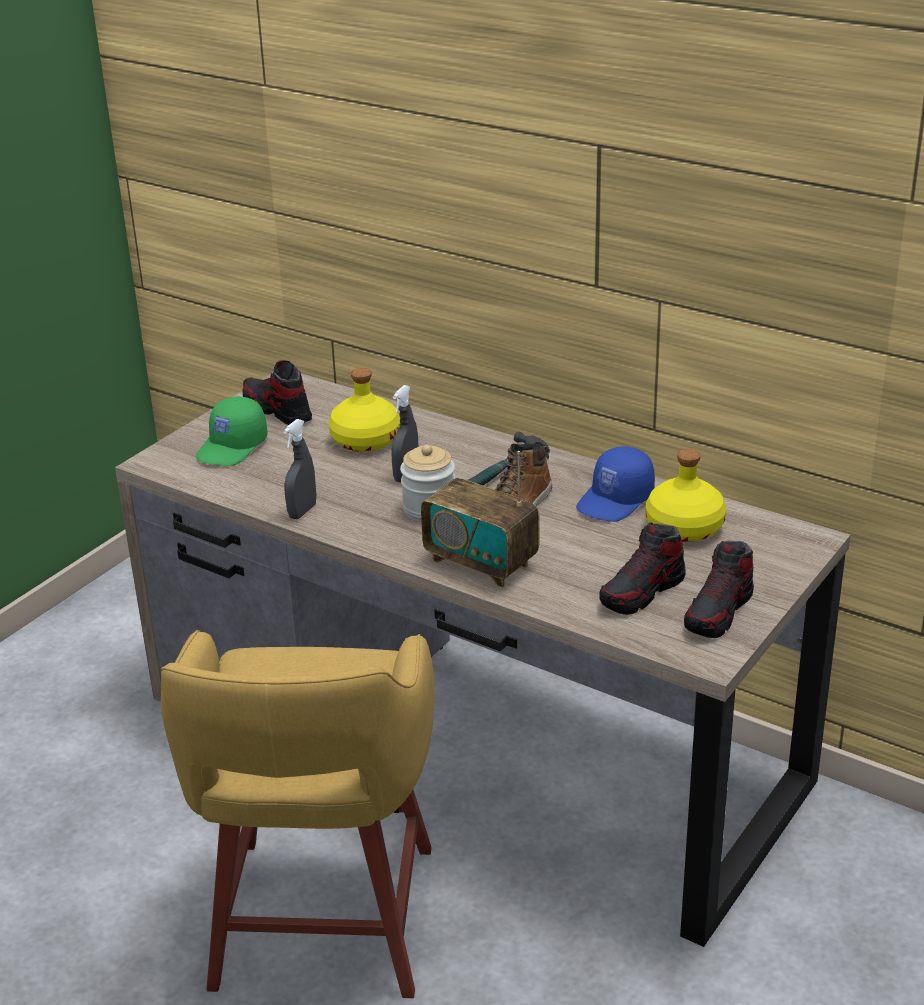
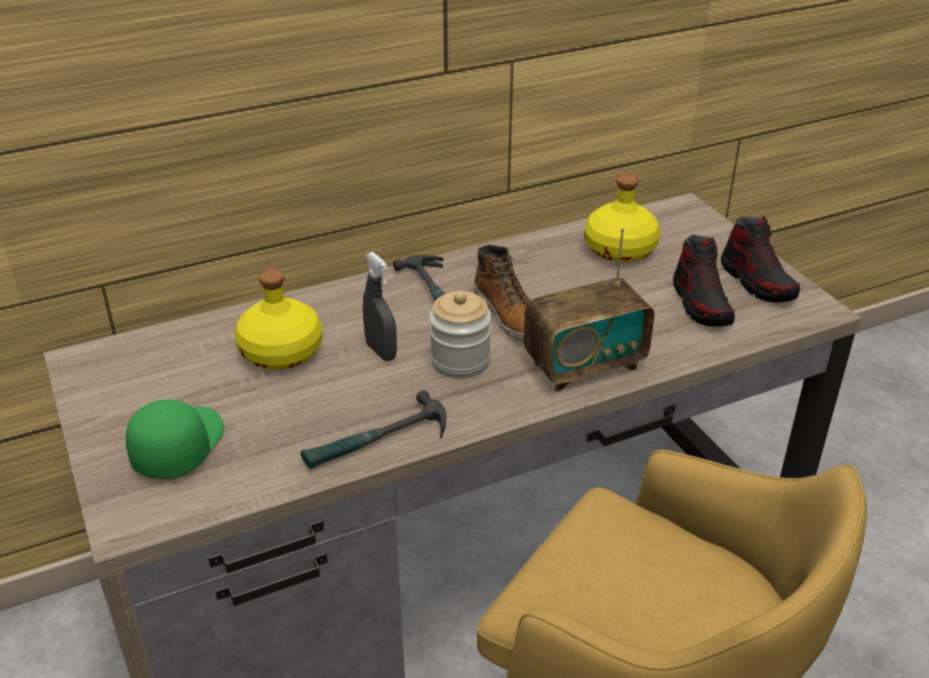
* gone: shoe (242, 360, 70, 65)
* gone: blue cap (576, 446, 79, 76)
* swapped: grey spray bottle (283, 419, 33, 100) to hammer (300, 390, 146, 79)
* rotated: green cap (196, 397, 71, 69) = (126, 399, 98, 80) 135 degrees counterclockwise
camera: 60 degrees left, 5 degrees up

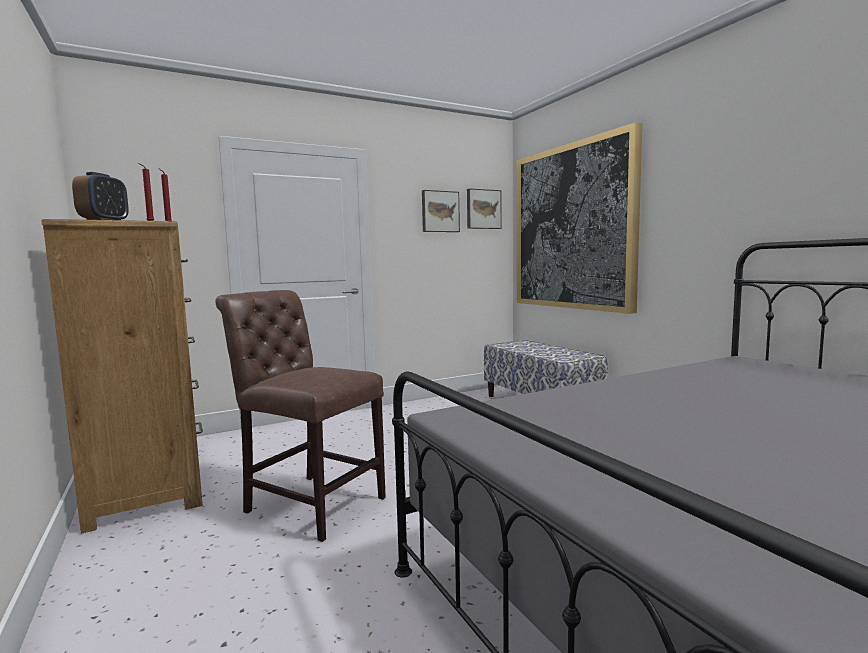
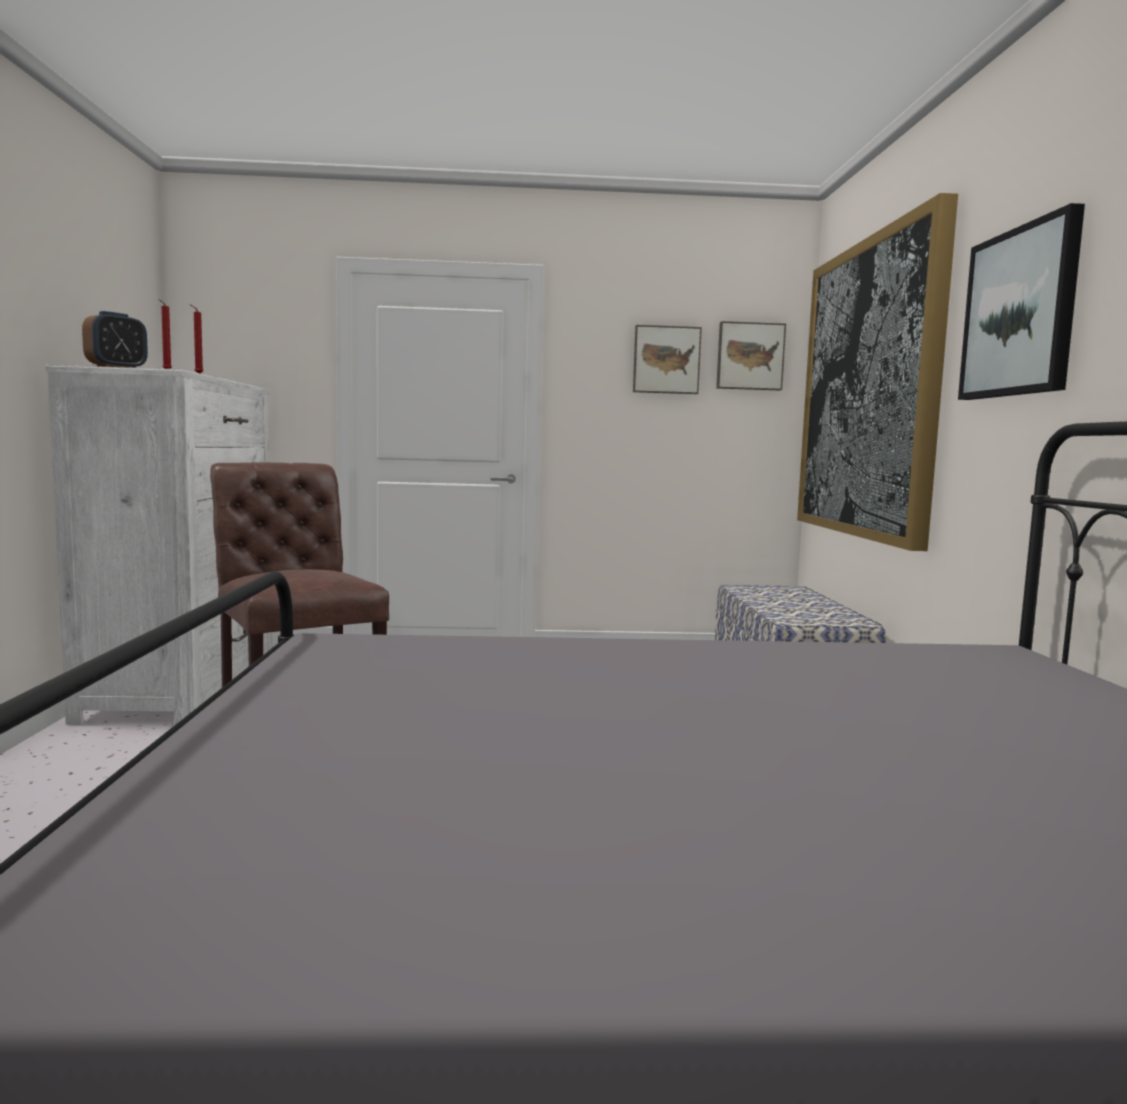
* new: picture (958, 203, 127, 197)
* repainted: brown dresser (41, 219, 162, 315) to white dresser (45, 365, 228, 360)
camera: 25 degrees right, 0 degrees up

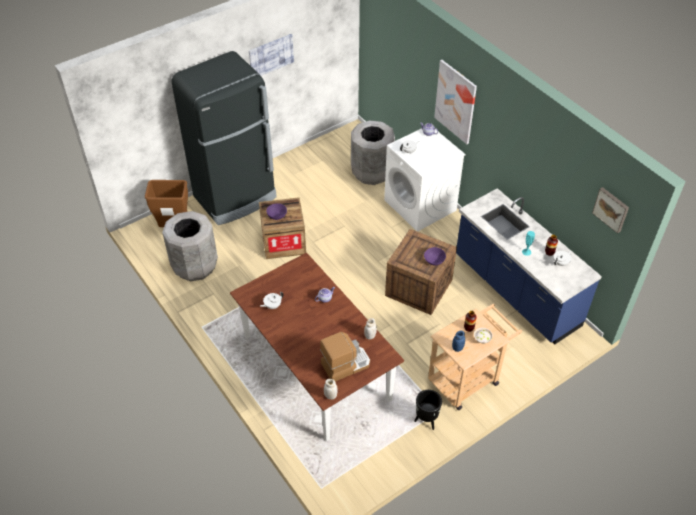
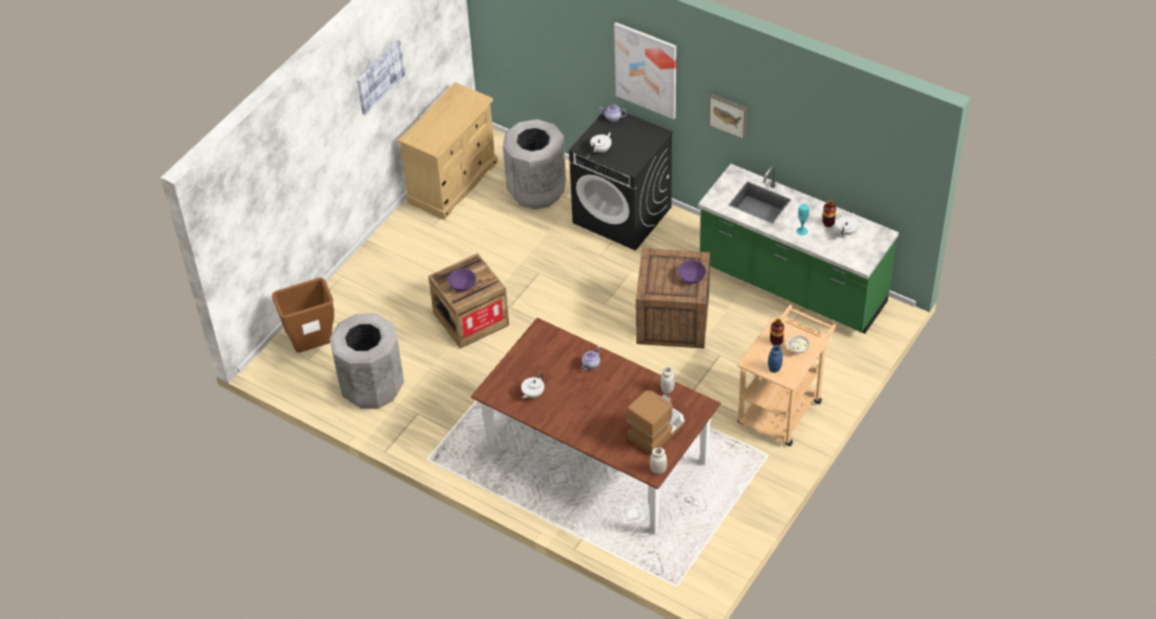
* gone: black fridge (172, 51, 105, 174)
* gone: black planter (414, 390, 28, 40)
* new: beige dresser (398, 82, 100, 138)
* shifted: picture (592, 187, 37, 46) to (709, 94, 38, 46)
* repainted: white washing machine (384, 128, 82, 104) to black washing machine (569, 106, 104, 145)
* repainted: blue counter (456, 188, 146, 156) to green counter (698, 164, 201, 170)
camera: 20 degrees left, 0 degrees up

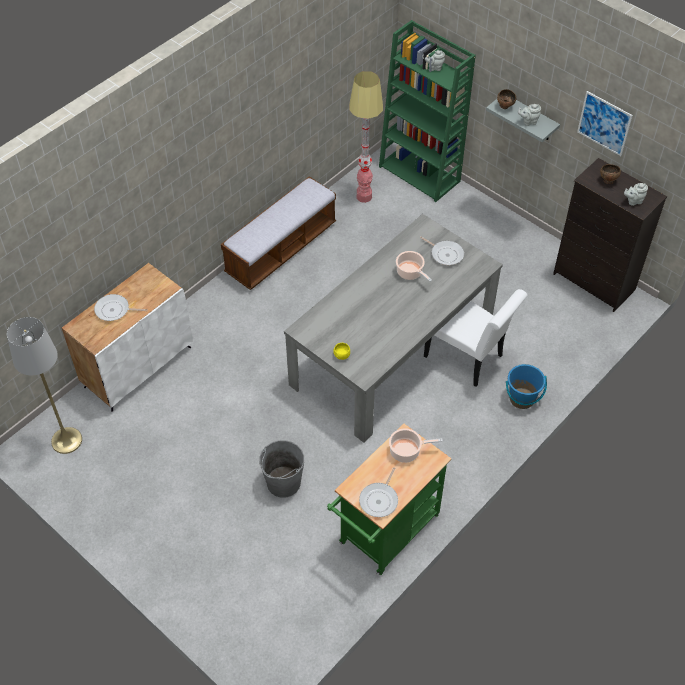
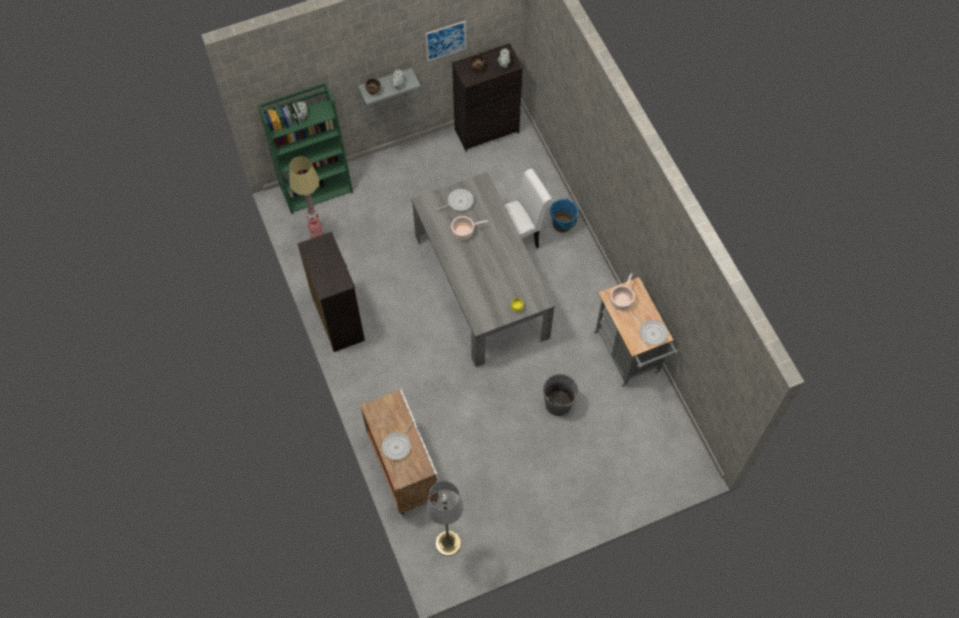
* swapped: bench (221, 176, 115, 114) to black dresser (298, 231, 67, 121)
* repainted: green cart (327, 424, 125, 151) to grey cart (594, 277, 84, 110)
camera: 65 degrees left, 10 degrees up

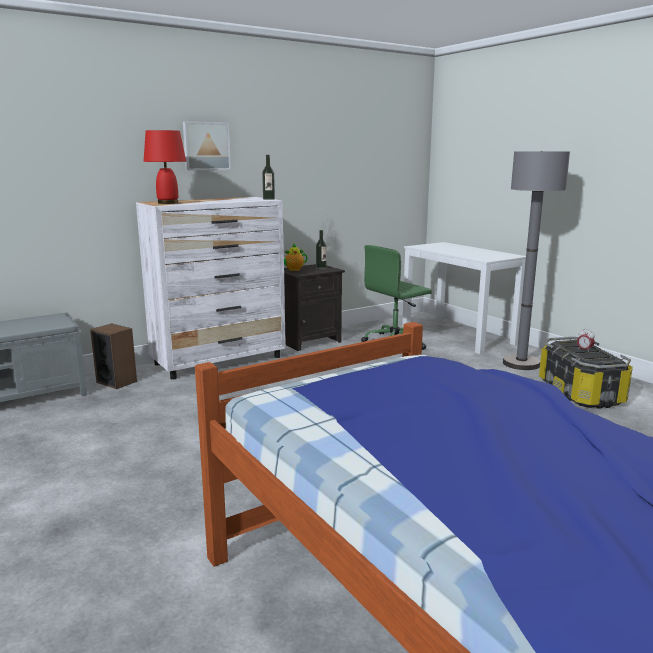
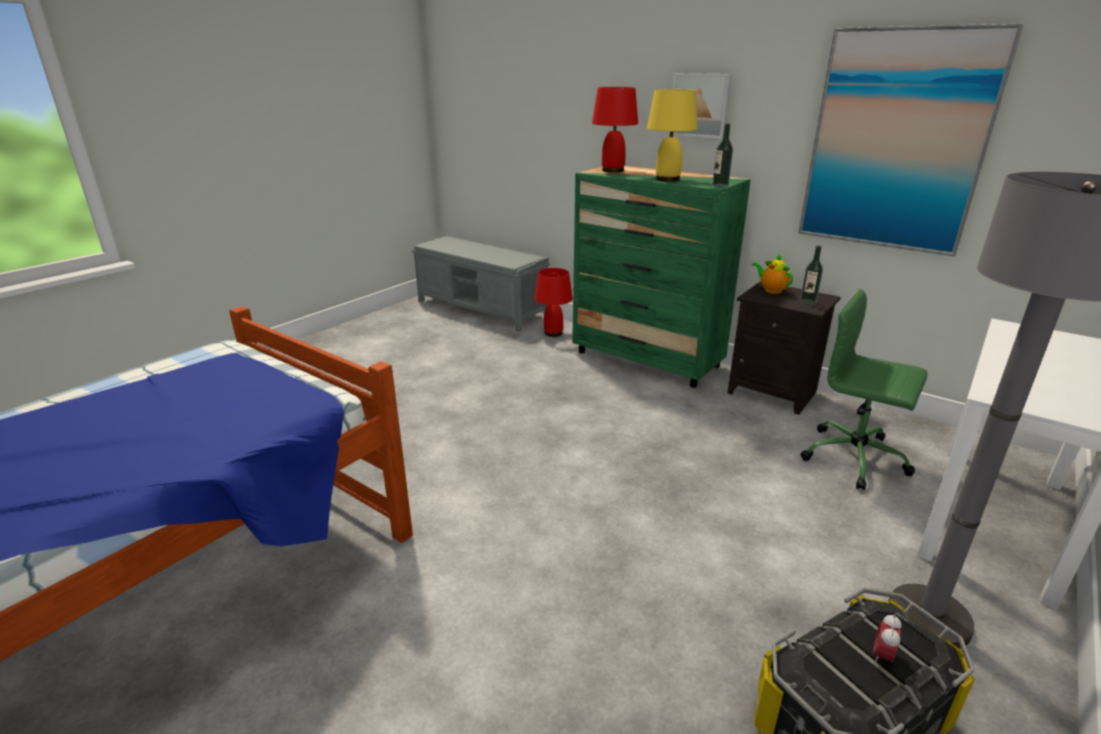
* new: yellow table lamp (647, 89, 51, 93)
* new: picture (798, 23, 225, 233)
* swapped: speaker (90, 323, 47, 66) to red table lamp (535, 268, 38, 69)
* repainted: white dresser (136, 197, 150, 183) to green dresser (572, 166, 179, 222)
camera: 70 degrees right, 10 degrees up

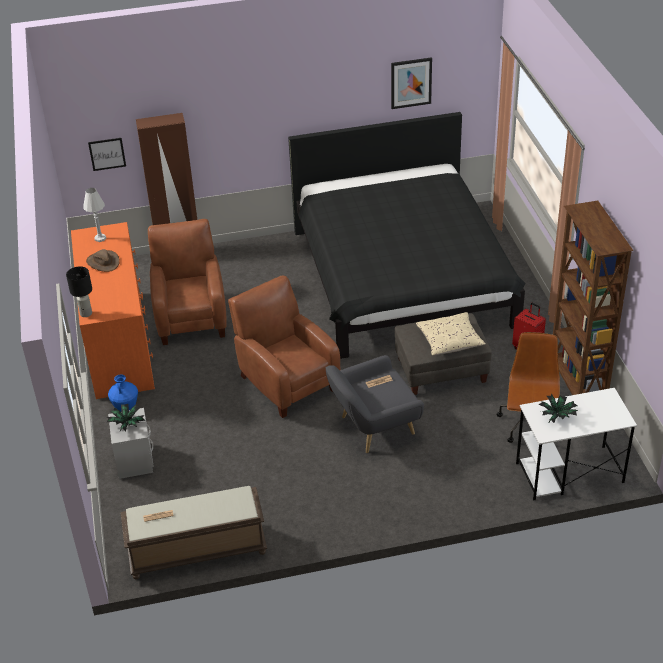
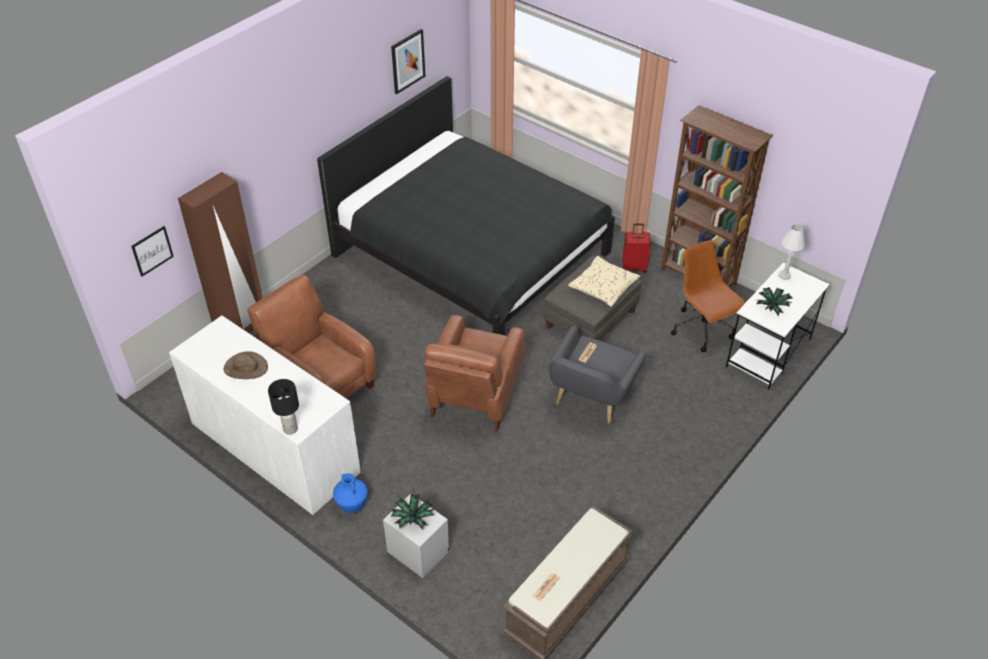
* shifted: white table lamp (83, 188, 23, 54) to (778, 224, 27, 56)
* repainted: orange dresser (71, 222, 84, 177) to white dresser (169, 316, 192, 199)
* rotated: brown armchair (228, 275, 112, 143) = (424, 315, 101, 118) 90 degrees counterclockwise
camera: 40 degrees left, 5 degrees up

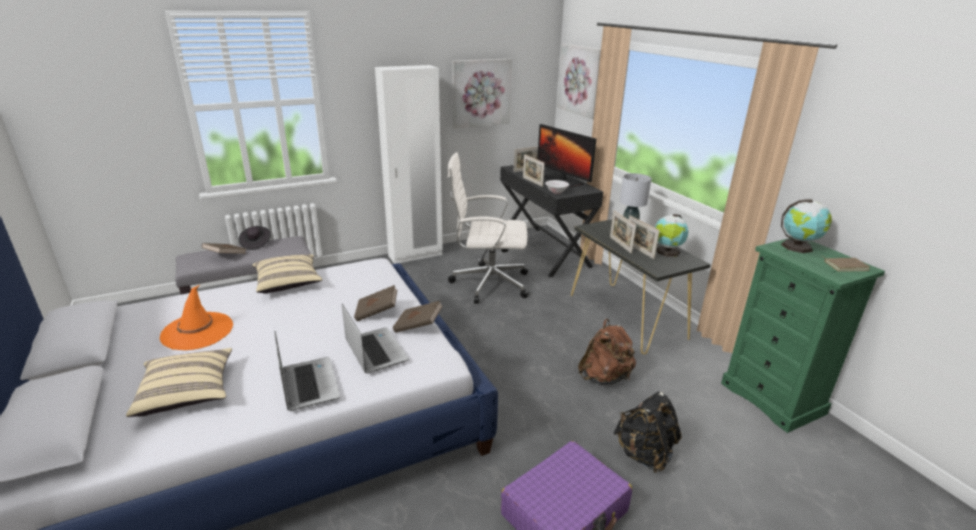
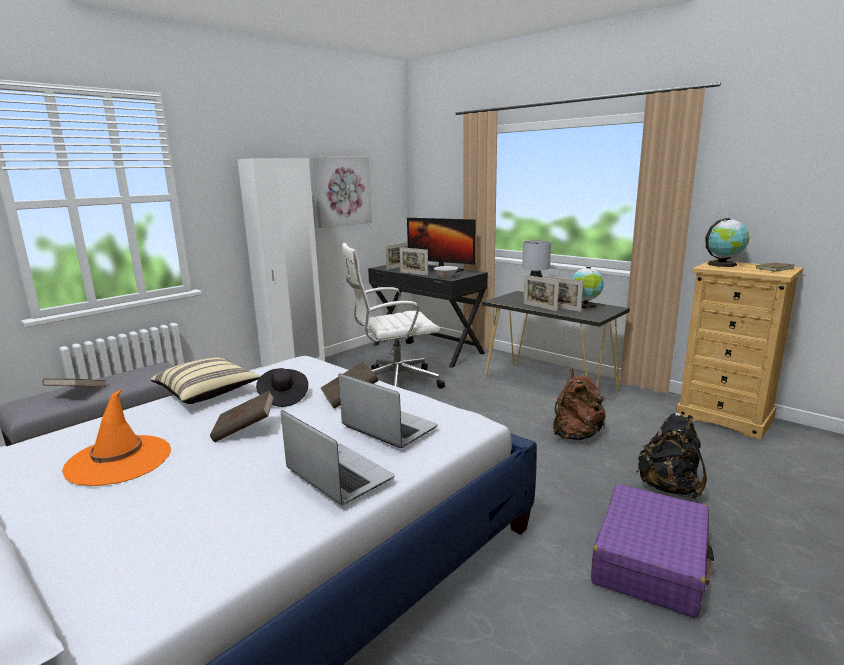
* gone: beige pillow (126, 348, 106, 69)
* gone: picture (557, 44, 44, 75)
* shifted: black hat (239, 226, 32, 24) to (256, 368, 52, 39)
* shifted: brown book (393, 301, 50, 32) to (210, 390, 64, 52)
* repainted: green dresser (721, 237, 164, 196) to beige dresser (676, 260, 127, 180)
camera: 20 degrees left, 10 degrees down

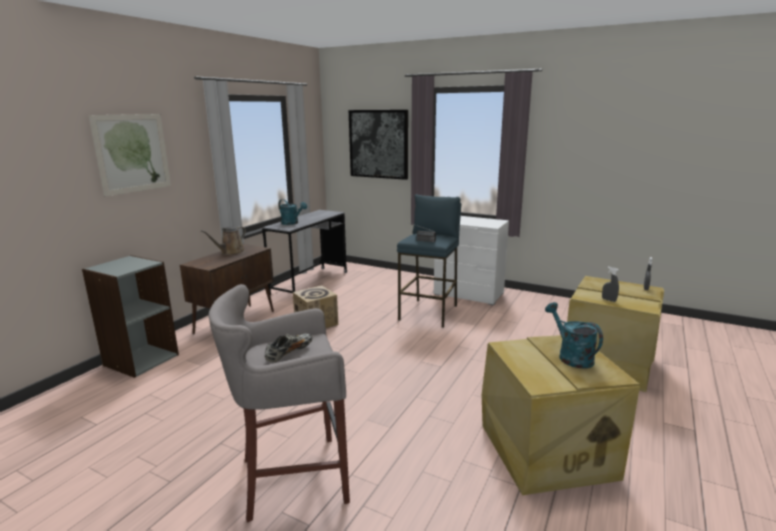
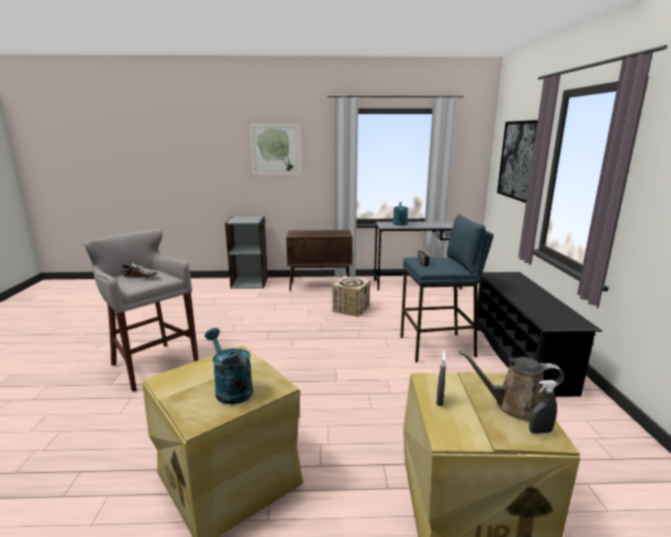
* shifted: brown watering can (201, 227, 45, 28) to (459, 351, 105, 70)
* swapped: white dresser (434, 216, 75, 89) to black shoe rack (477, 272, 125, 125)
* rotated: turquoise watering can (545, 302, 58, 66) = (205, 328, 48, 76) 75 degrees counterclockwise
camera: 60 degrees right, 0 degrees up

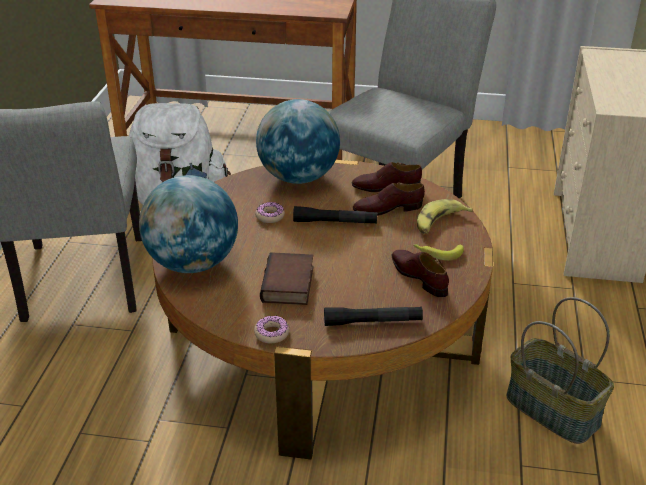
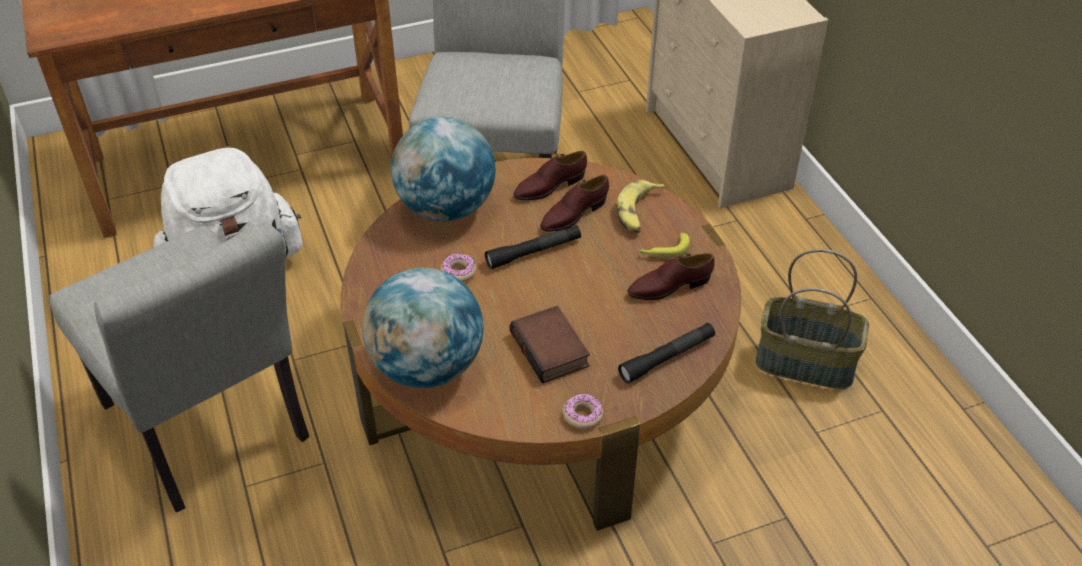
* rotated: brown shoe (392, 250, 57, 47) = (627, 253, 87, 47) 45 degrees counterclockwise
camera: 30 degrees left, 10 degrees up

